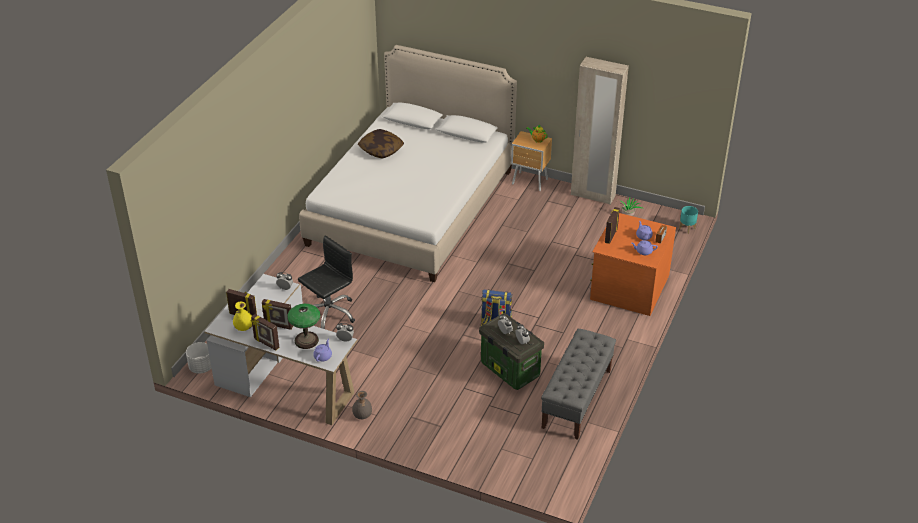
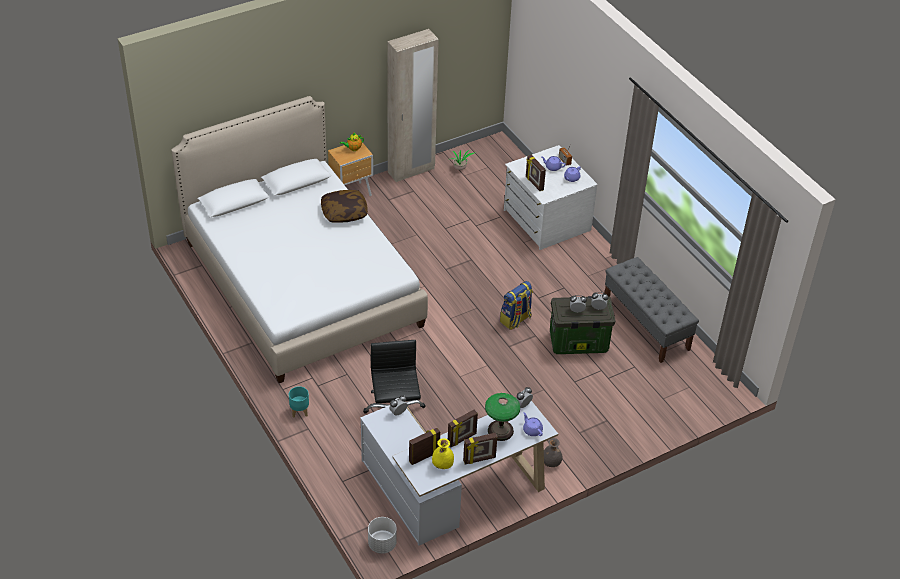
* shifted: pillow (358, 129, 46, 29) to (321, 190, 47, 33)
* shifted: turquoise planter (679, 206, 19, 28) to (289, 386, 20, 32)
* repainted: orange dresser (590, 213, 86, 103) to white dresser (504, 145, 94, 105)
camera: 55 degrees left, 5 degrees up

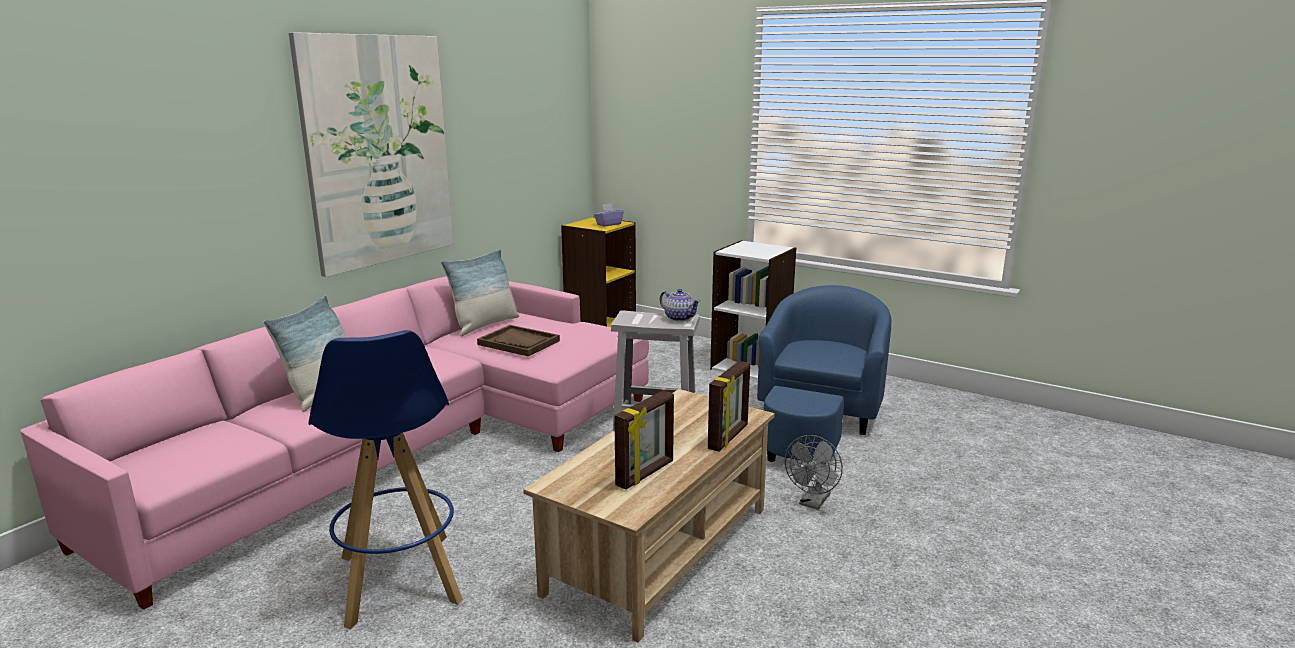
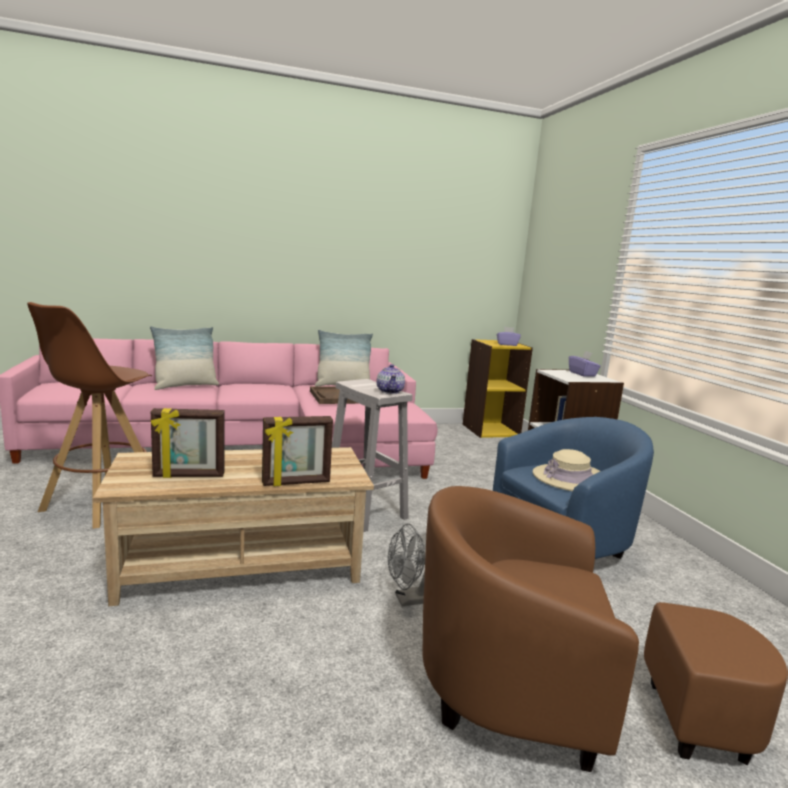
* gone: picture (289, 32, 165, 245)
* new: brown armchair (422, 486, 366, 286)
* new: beige hat (533, 449, 67, 42)
* new: purple tissue box (569, 351, 32, 26)
* repainted: blue stool (308, 330, 155, 300) to brown stool (27, 302, 125, 227)
camera: 40 degrees right, 5 degrees down

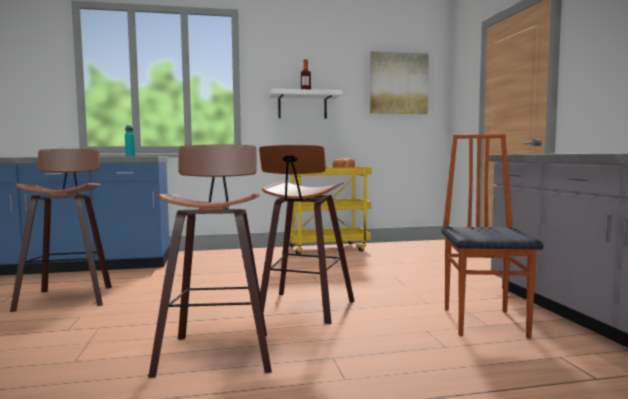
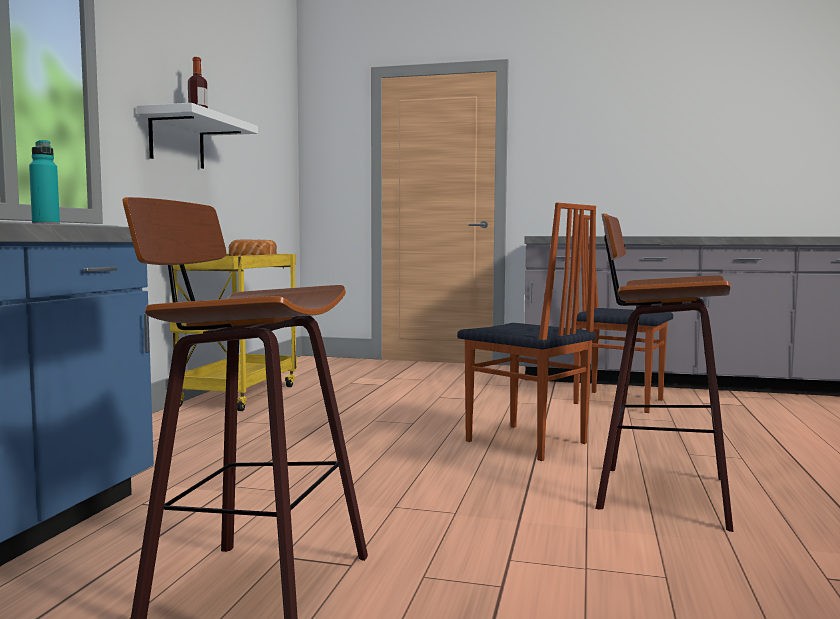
* gone: picture (370, 51, 59, 63)
* swapped: stool (259, 145, 96, 179) to chair (457, 203, 139, 258)
camera: 65 degrees left, 0 degrees up

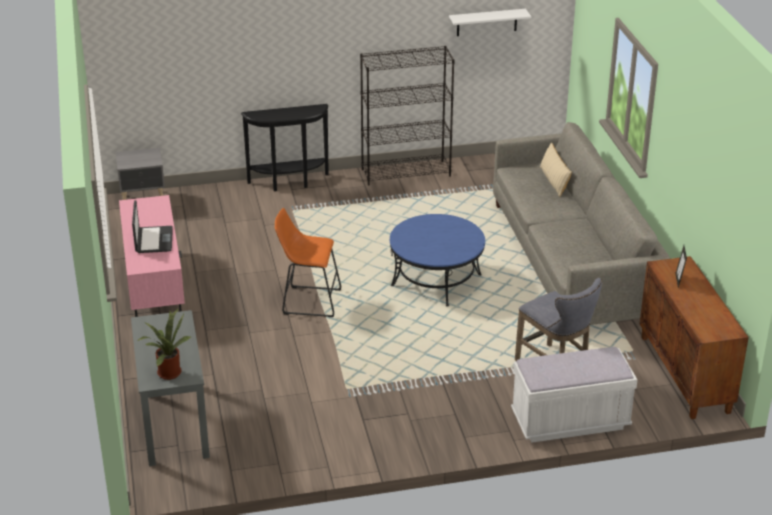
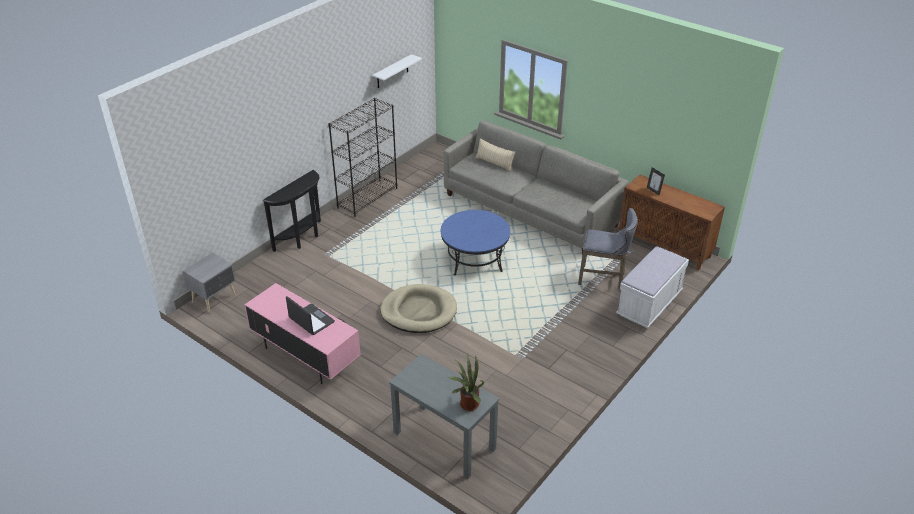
* swapped: orange stool (275, 208, 66, 109) to beige dog bed (380, 284, 77, 49)
camera: 40 degrees left, 5 degrees up

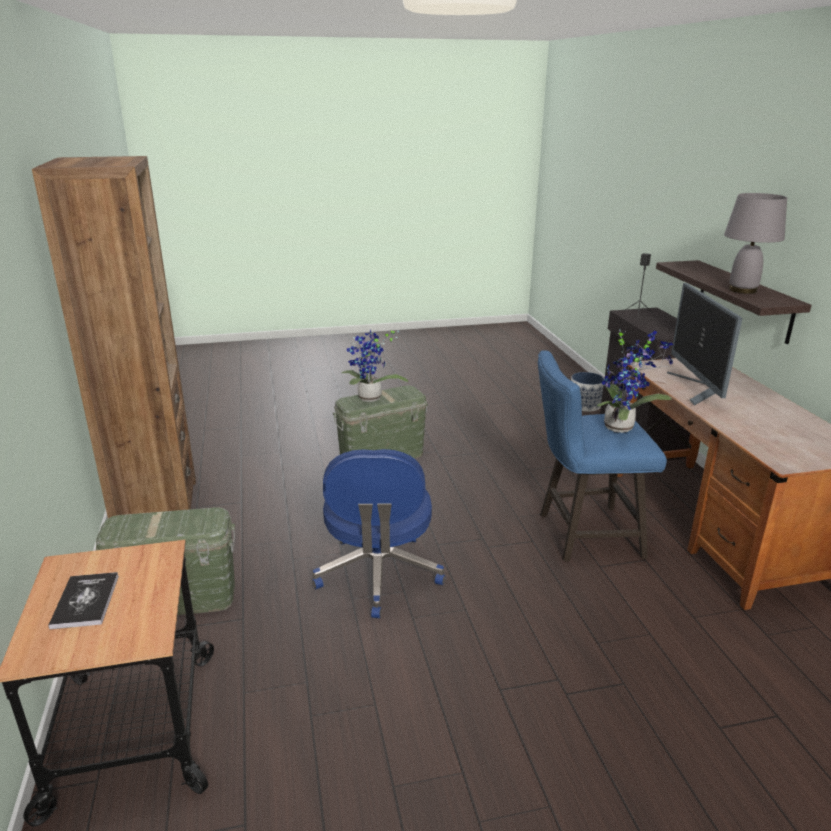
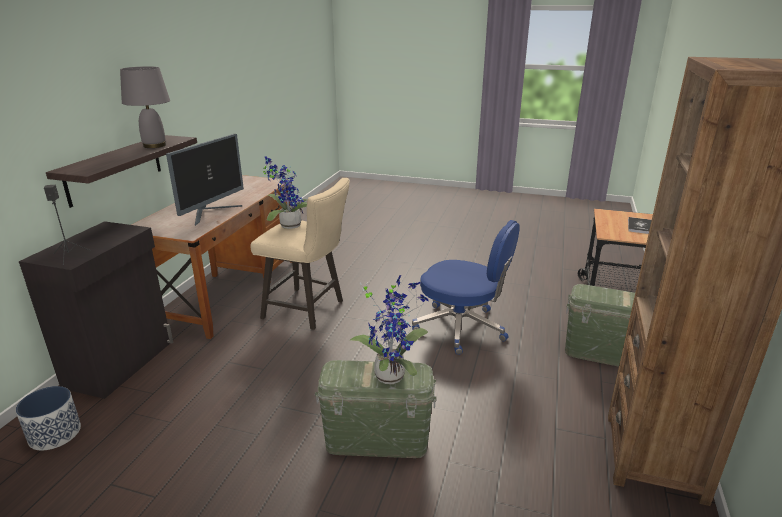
* repainted: blue stool (538, 350, 129, 212) to beige stool (250, 178, 100, 152)
* rotated: blue office chair (312, 449, 133, 169) = (412, 220, 108, 135) 90 degrees clockwise
camera: 150 degrees left, 0 degrees up

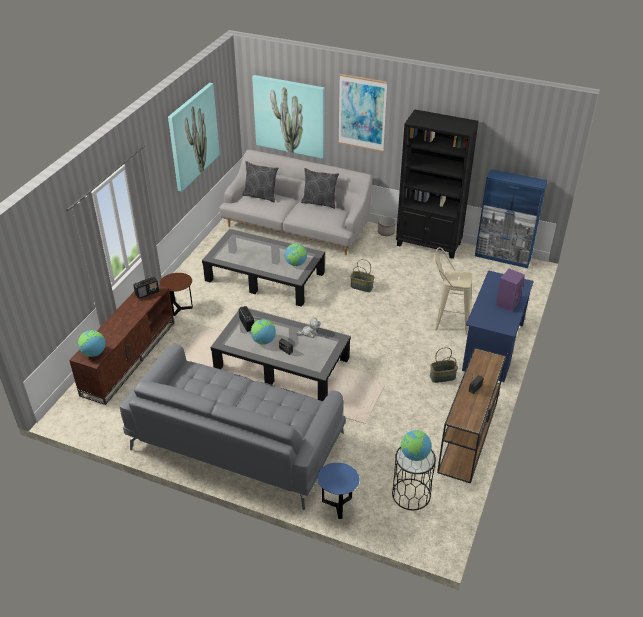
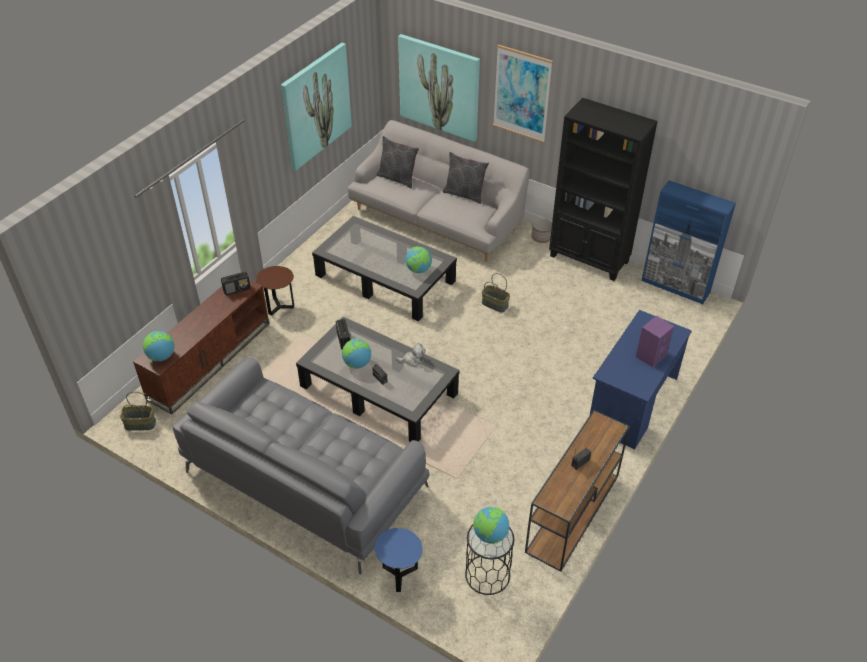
* gone: beige stool (434, 247, 38, 88)
* shifted: basket (430, 347, 28, 36) to (120, 391, 36, 40)
camera: 10 degrees right, 5 degrees up

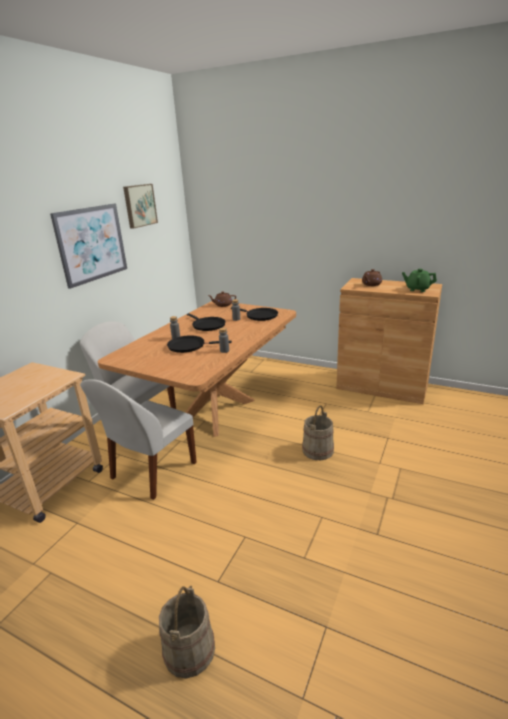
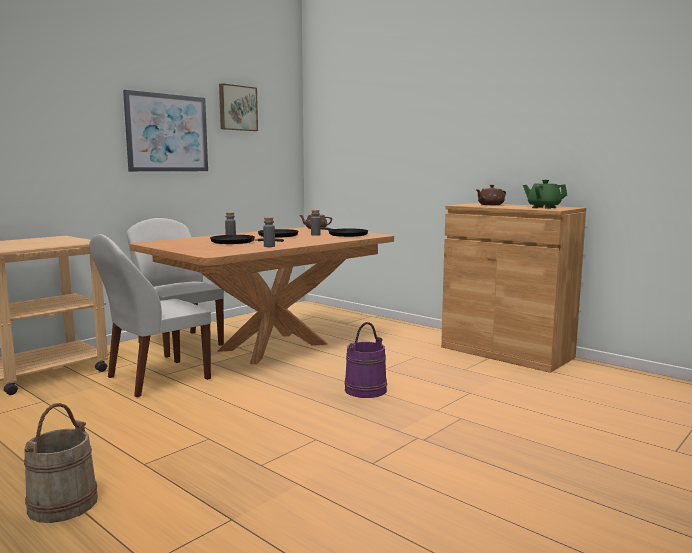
* repainted: beige bucket (302, 405, 32, 55) to purple bucket (344, 322, 43, 76)
camera: 15 degrees right, 15 degrees down

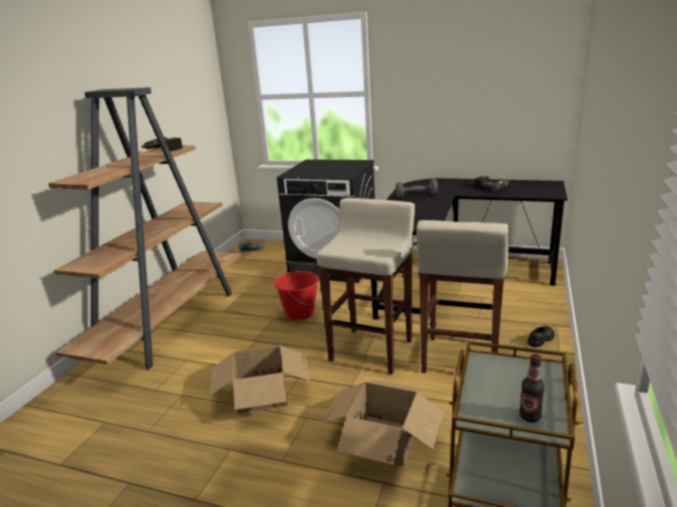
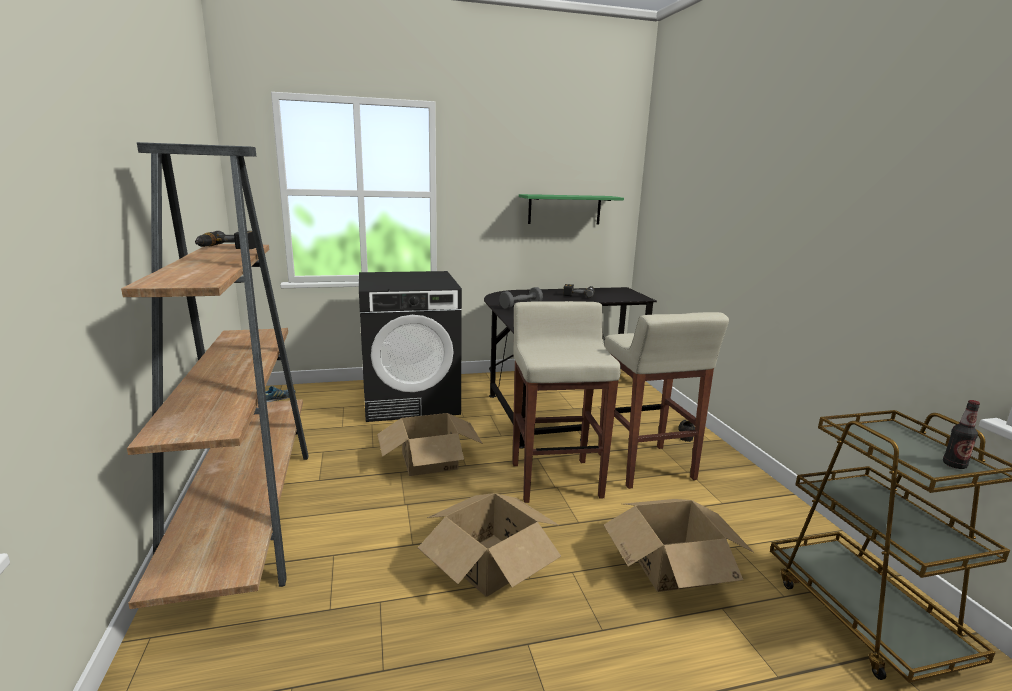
* new: green shelf (519, 194, 105, 30)
* swapped: red bucket (274, 271, 45, 49) to cardboard box (377, 413, 106, 63)
camera: 35 degrees left, 5 degrees down

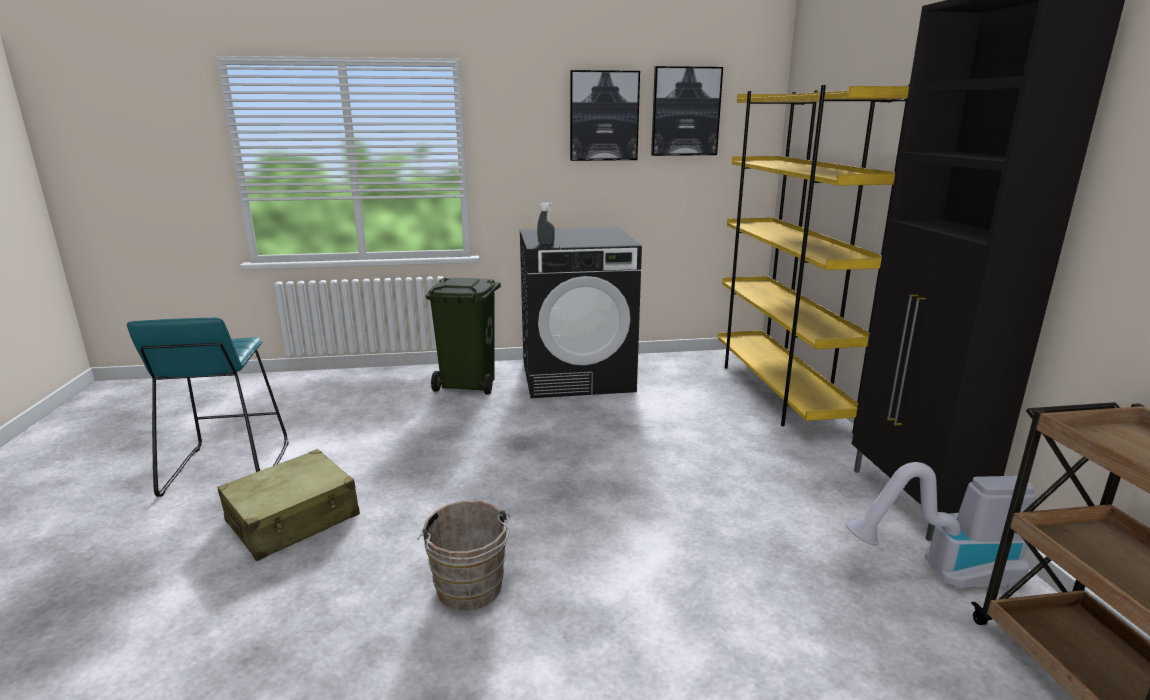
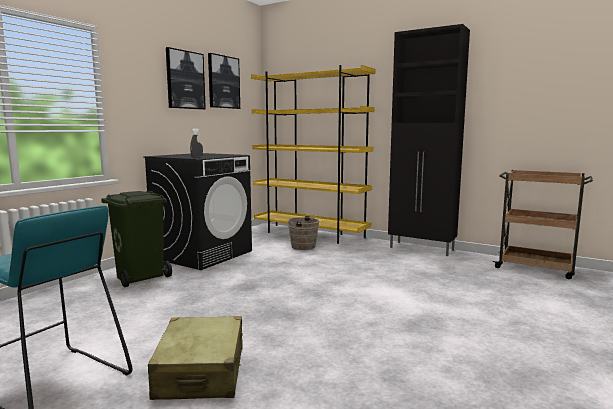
* gone: vacuum cleaner (845, 462, 192, 129)
* shifted: brown bucket (418, 501, 93, 109) to (288, 216, 35, 34)
camera: 50 degrees left, 10 degrees down

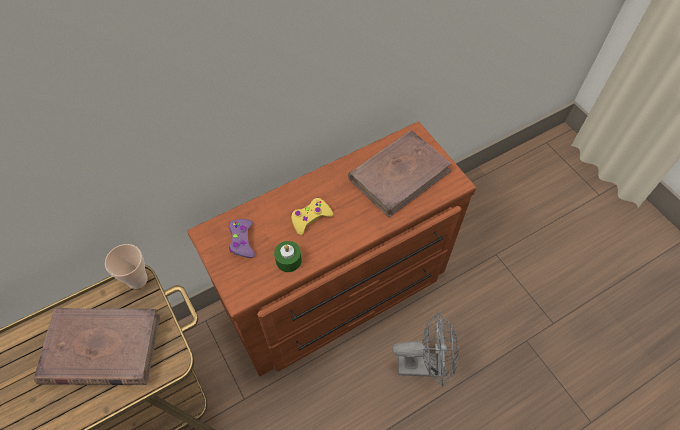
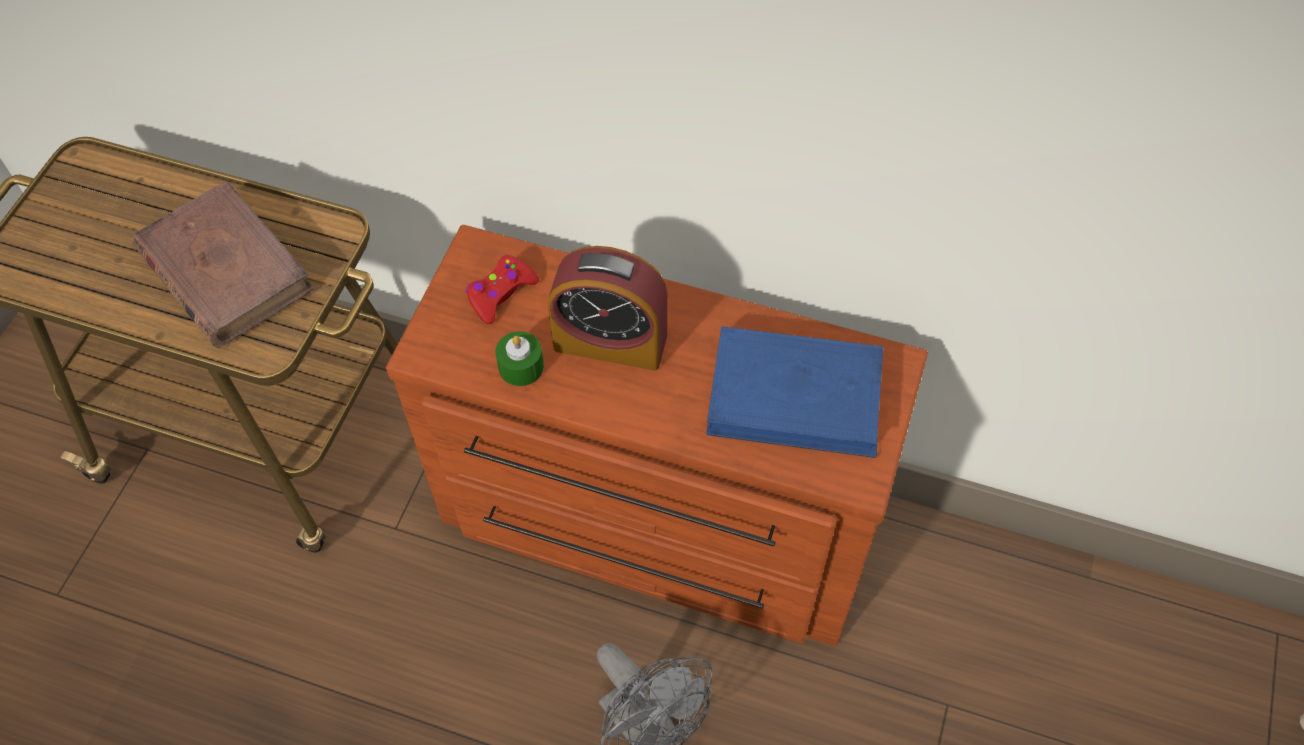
* gone: cup (105, 244, 43, 45)
* swapped: yellow game controller (291, 198, 42, 37) to alarm clock (548, 246, 119, 125)
* repainted: purple game controller (229, 219, 26, 39) to red game controller (466, 255, 73, 69)
* repainted: brown book (348, 130, 104, 87) to blue book (706, 326, 177, 132)
camera: 50 degrees right, 0 degrees up

